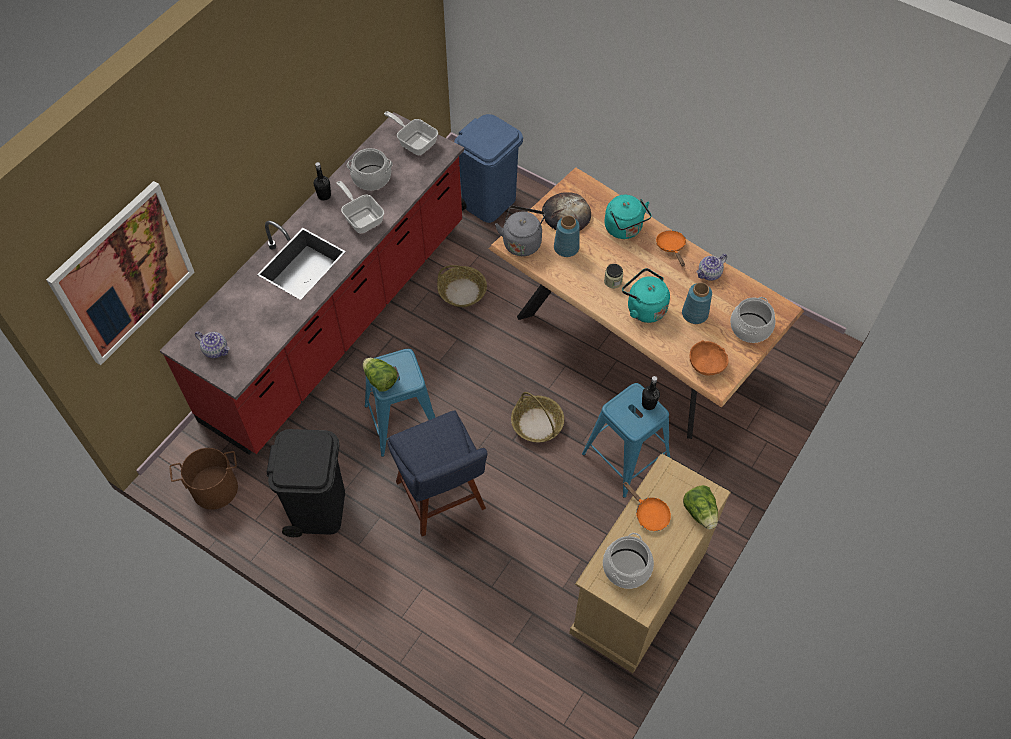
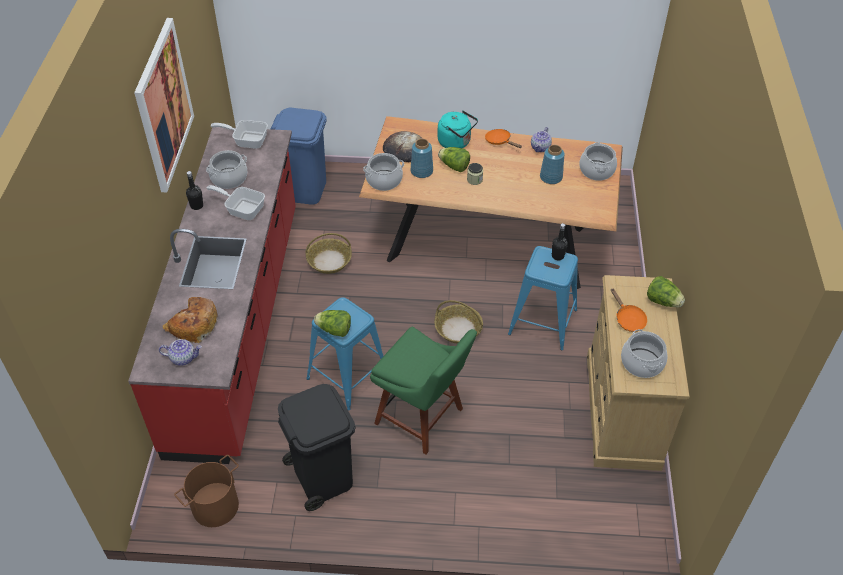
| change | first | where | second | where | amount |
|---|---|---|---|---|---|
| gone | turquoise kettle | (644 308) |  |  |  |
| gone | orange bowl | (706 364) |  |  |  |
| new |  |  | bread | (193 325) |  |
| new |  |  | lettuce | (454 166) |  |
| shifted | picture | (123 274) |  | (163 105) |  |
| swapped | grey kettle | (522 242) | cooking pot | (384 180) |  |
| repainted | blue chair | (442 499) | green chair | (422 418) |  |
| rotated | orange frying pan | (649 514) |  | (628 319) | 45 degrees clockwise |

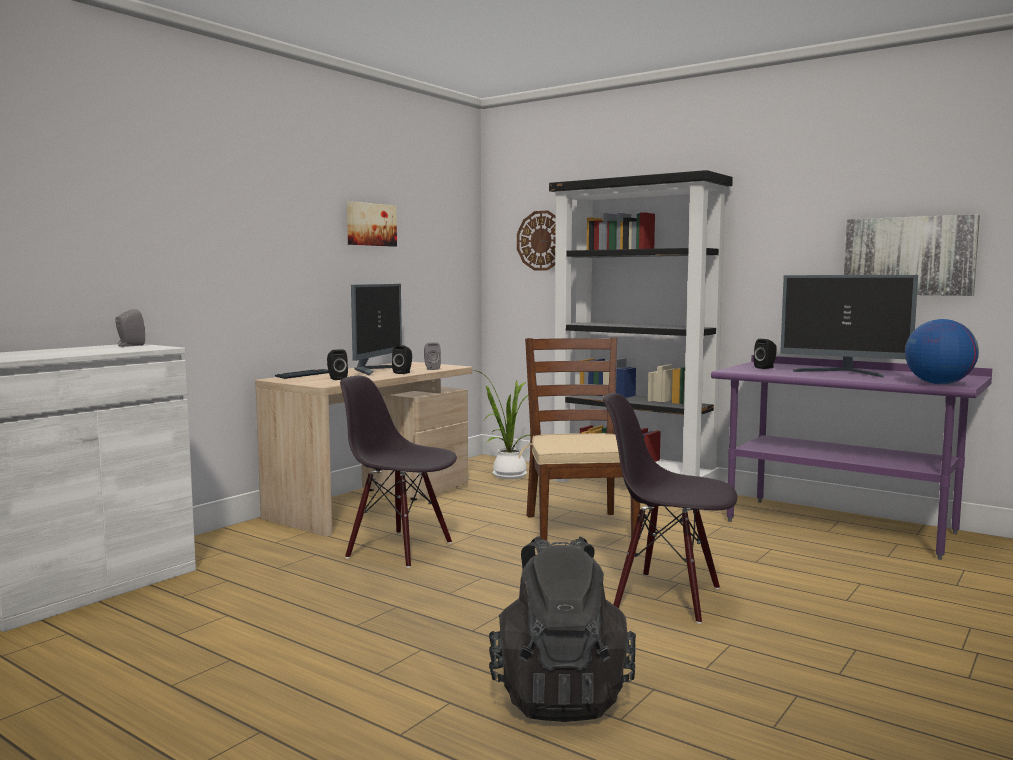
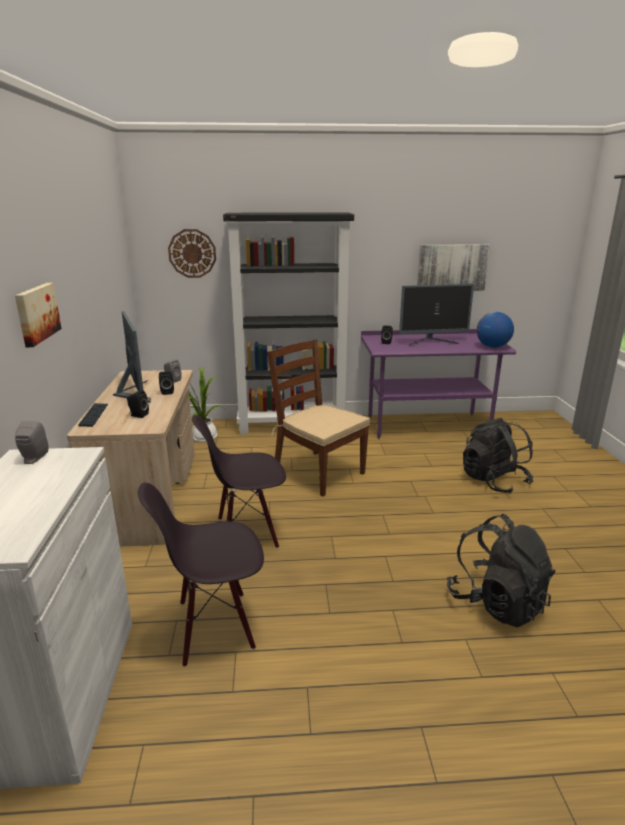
| change | first | where | second | where | amount |
|---|---|---|---|---|---|
| new |  |  | black backpack | (493 481) |  |
| shifted | picture | (370 224) |  | (36 313) |  |
| shifted | black chair | (667 598) |  | (214 626) |  |

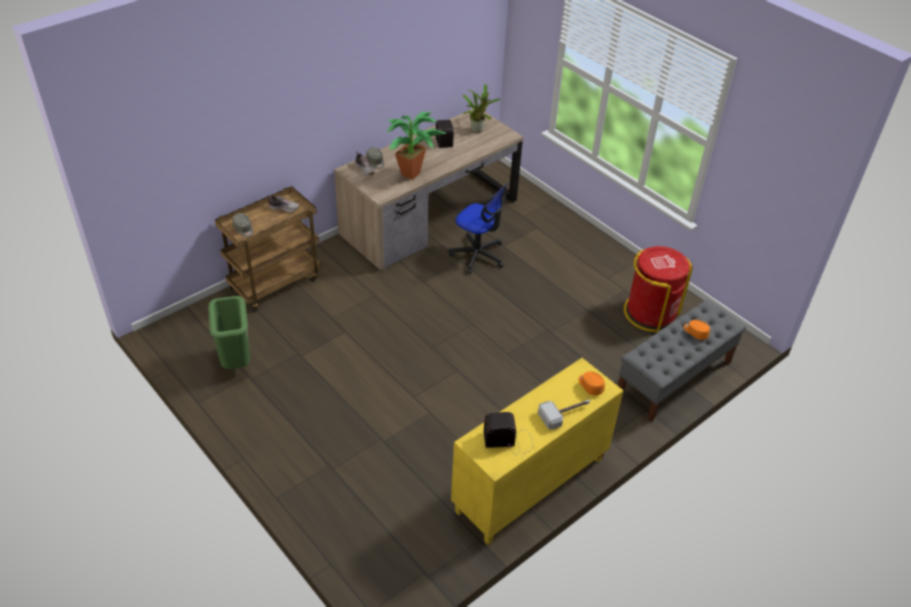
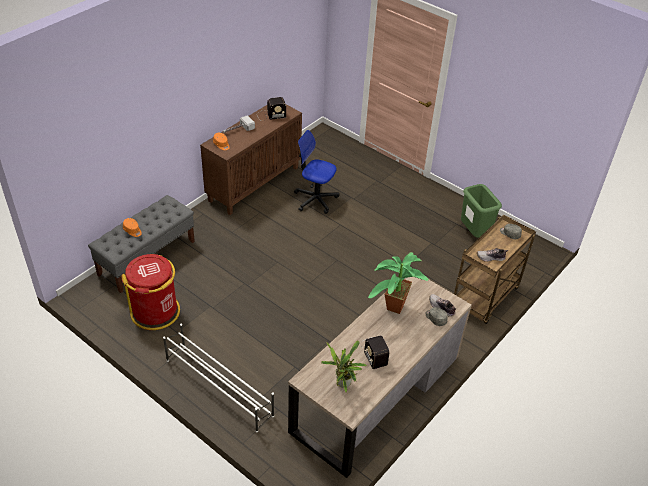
| change | first | where | second | where | amount |
|---|---|---|---|---|---|
| new |  |  | white shoe rack | (218 387) |  |
| shifted | office chair | (478 255) |  | (315 199) |  |
| repainted | yellow cabinet | (530 486) | brown cabinet | (254 183) |  |

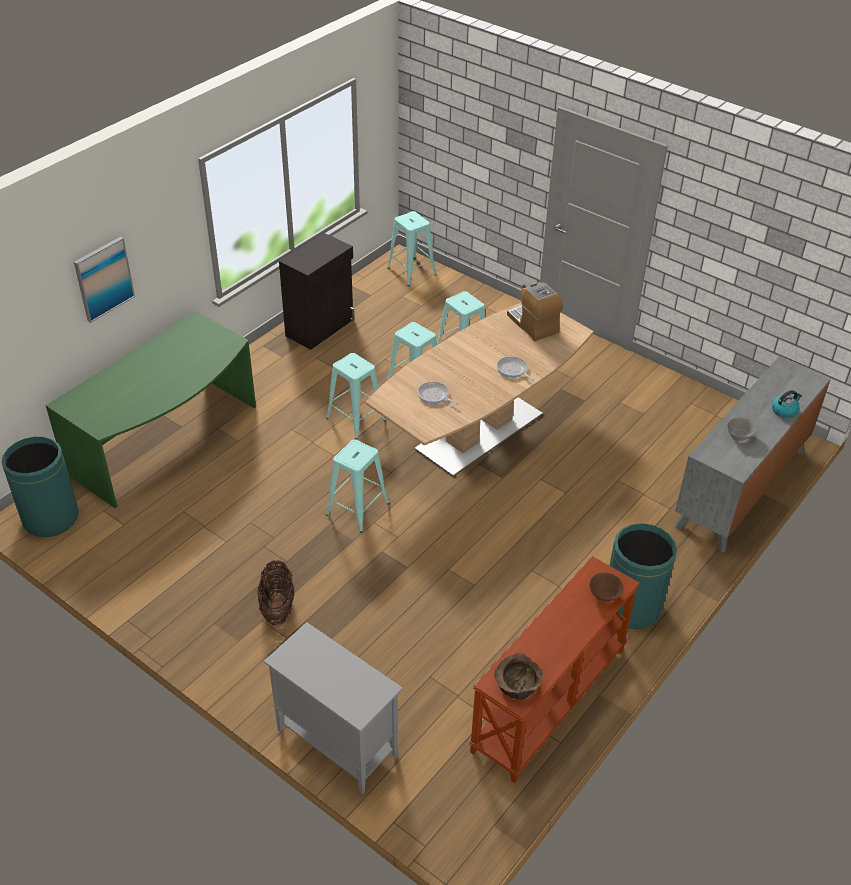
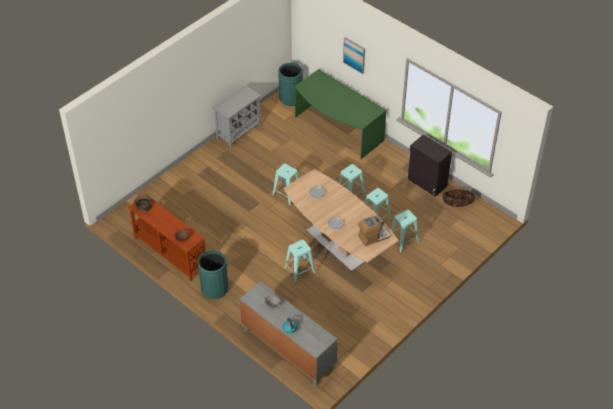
| change | first | where | second | where | amount |
|---|---|---|---|---|---|
| shifted | basket | (277 607) |  | (457 204) |  |
| shifted | grey cabinet | (336 742) |  | (239 132) |  |
| shifted | turquoise stool | (411 271) |  | (299 271) |  |

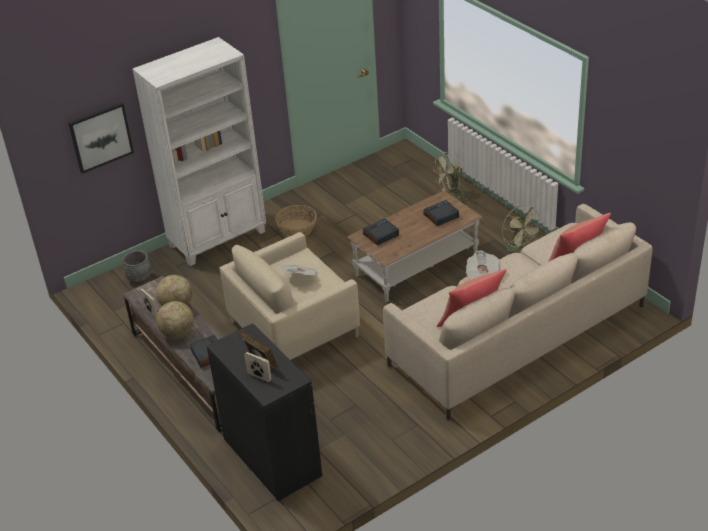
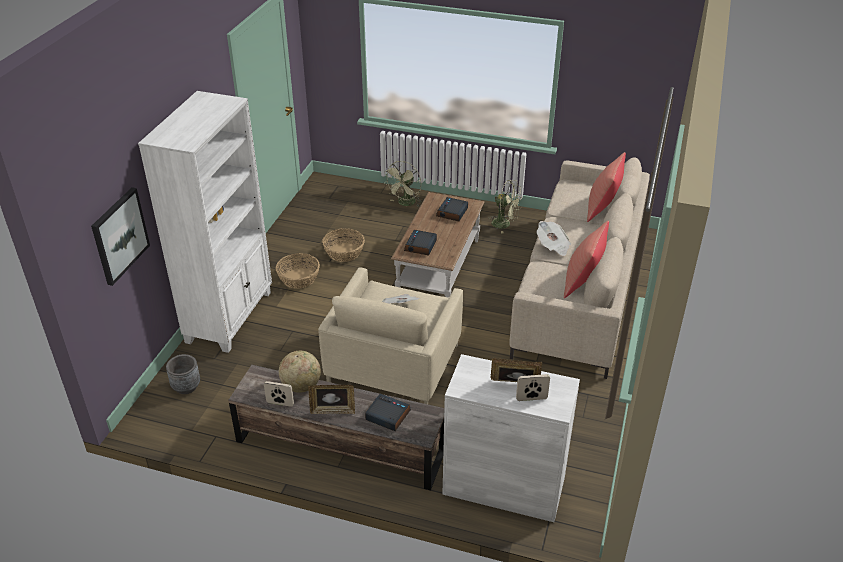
| change | first | where | second | where | amount |
|---|---|---|---|---|---|
| new |  |  | basket | (344 252) |  |
| swapped | globe | (178 333) | picture frame | (333 410) |  |
| repainted | black cabinet | (272 457) | white cabinet | (504 486) |  |

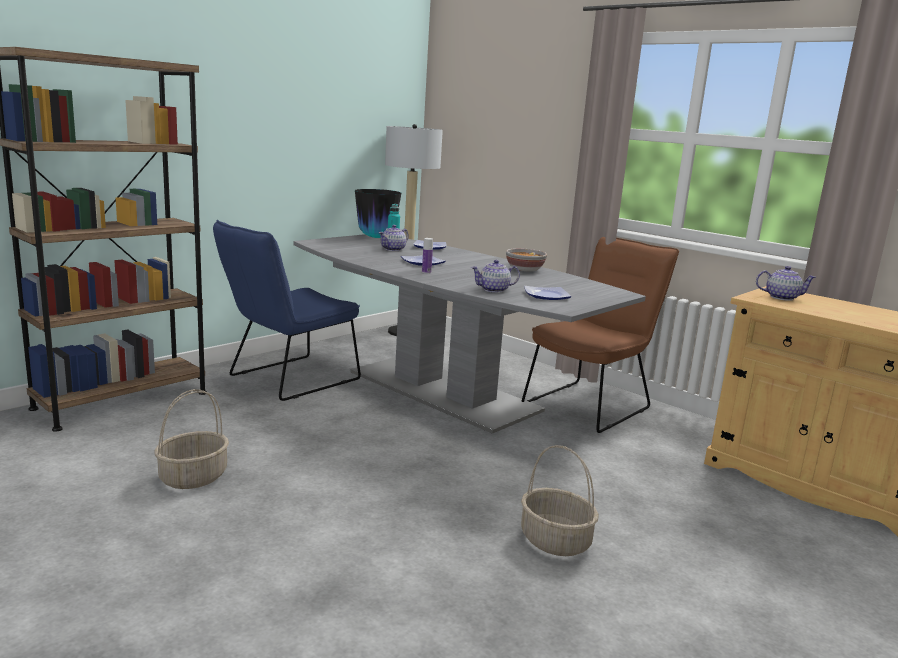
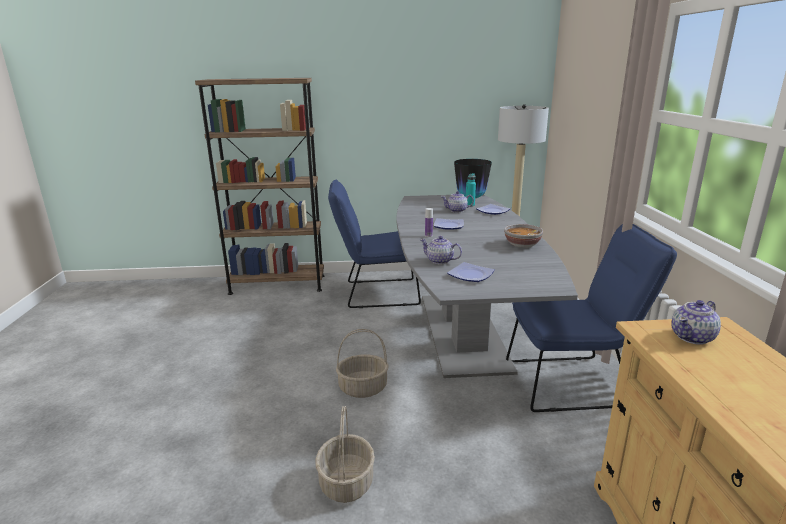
| change | first | where | second | where | amount |
|---|---|---|---|---|---|
| shifted | basket | (193 477) |  | (363 388) |  |
| repainted | brown chair | (591 404) | blue chair | (573 383) |  |
| rotated | teapot | (781 297) |  | (693 337) | 90 degrees clockwise |

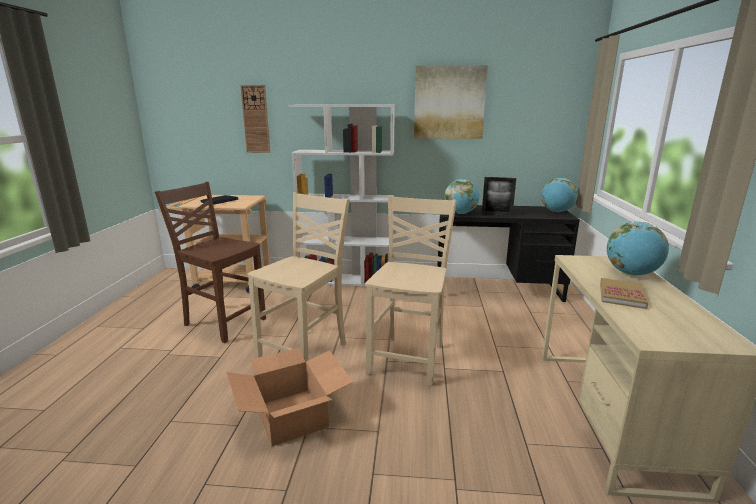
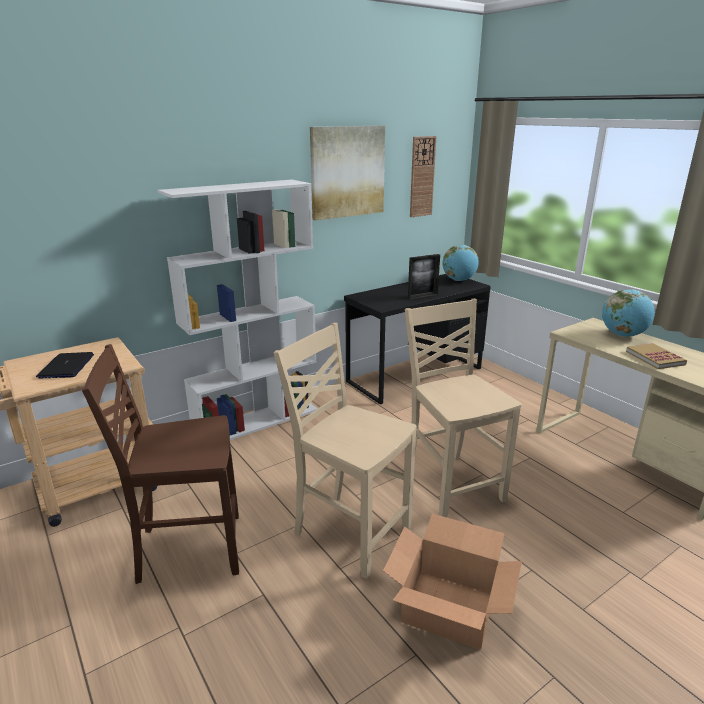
| change | first | where | second | where | amount |
|---|---|---|---|---|---|
| gone | globe | (460 213) |  |  |  |
| shifted | wall clock | (256 119) |  | (422 177) |  |
| rotated | beige chair | (305 352) |  | (350 531) | 45 degrees counterclockwise |

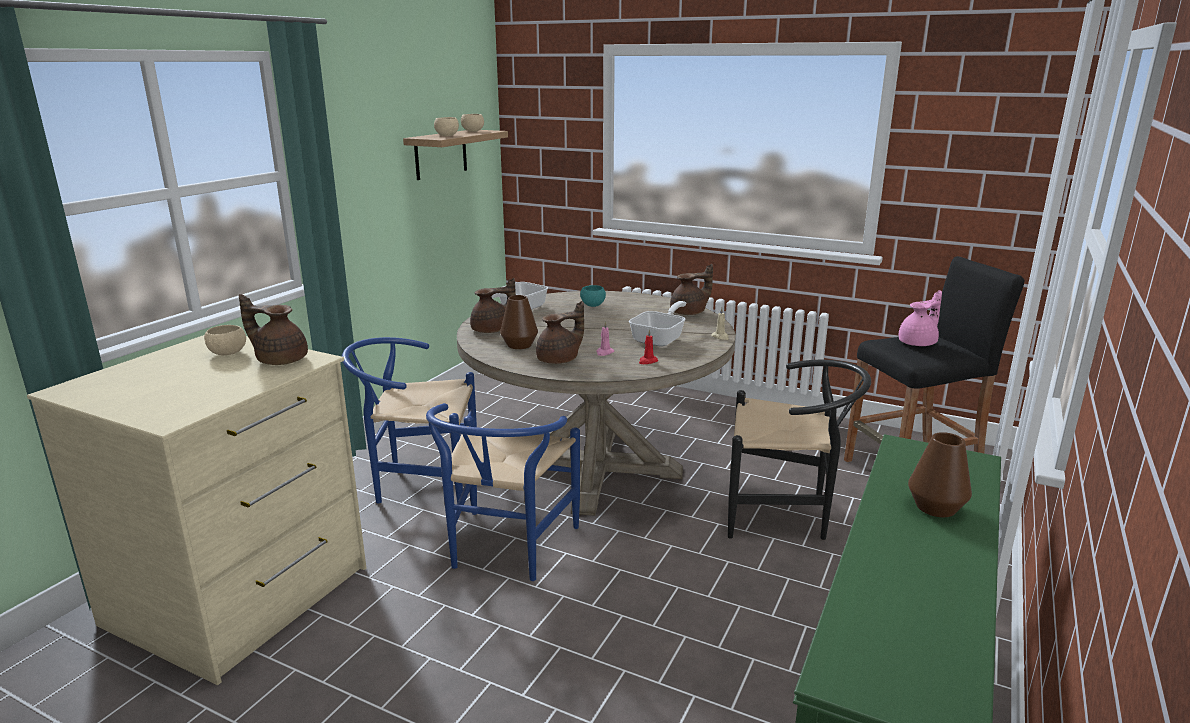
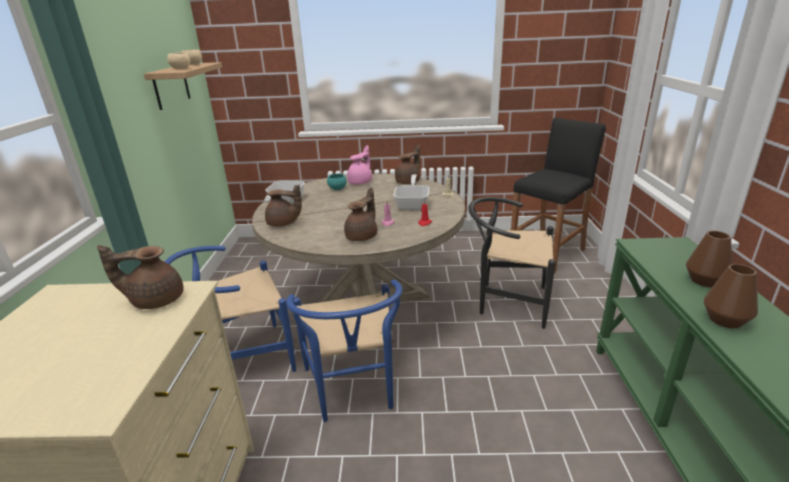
| change | first | where | second | where | amount |
|---|---|---|---|---|---|
| gone | beige bowl | (228 353) |  |  |  |
| shifted | brown vase | (519 345) |  | (725 320) |  |
| shifted | pink teapot | (918 343) |  | (361 182) |  |
| rotated | brown teapot | (492 330) |  | (283 224) | 60 degrees clockwise |
| rotated | black chair | (785 513) |  | (506 302) | 150 degrees counterclockwise |

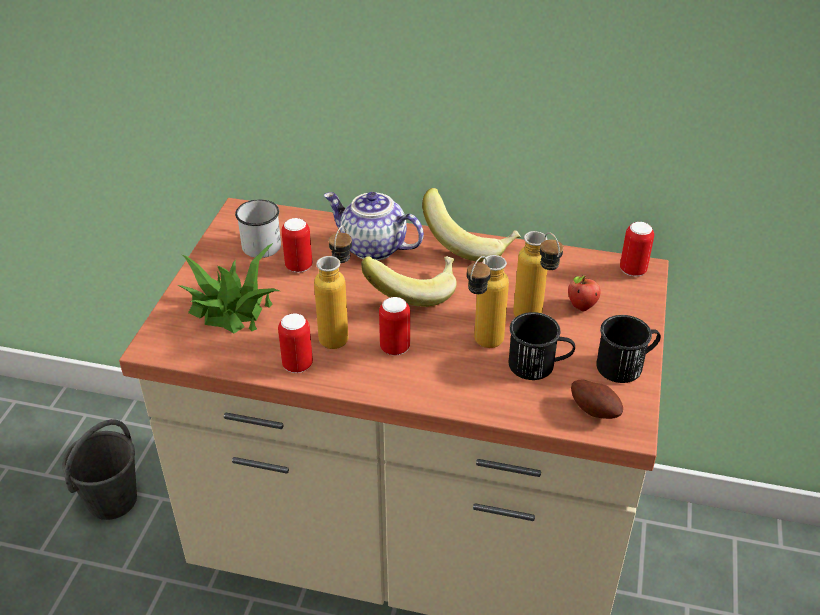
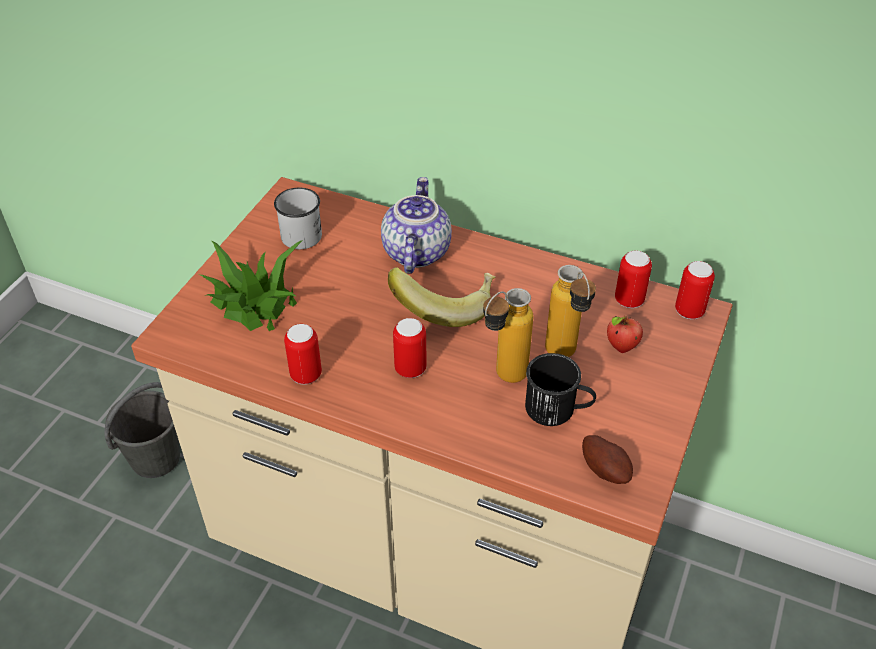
| change | first | where | second | where | amount |
|---|---|---|---|---|---|
| gone | bottle | (339 332) |  |  |  |
| gone | banana | (470 243) |  |  |  |
| gone | black mug | (626 365) |  |  |  |
| shifted | can | (299 266) |  | (629 300) |  |
| rotated | teapot | (372 248) |  | (414 252) | 60 degrees clockwise |

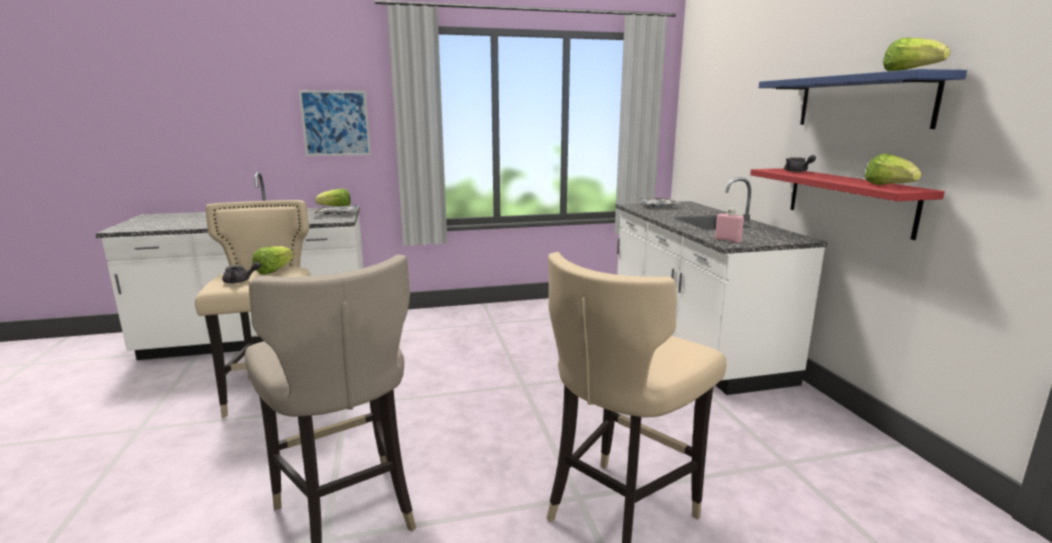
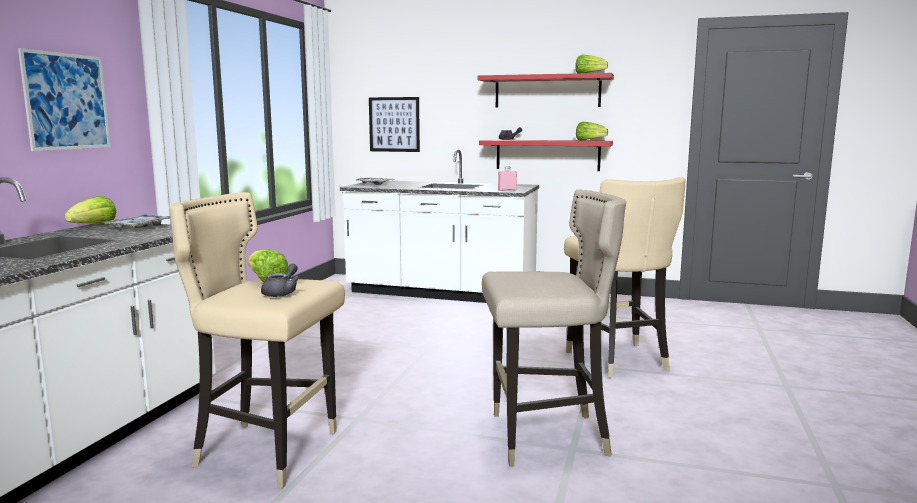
| change | first | where | second | where | amount |
|---|---|---|---|---|---|
| new |  |  | picture | (394 124) |  |
| repainted | blue shelf | (863 102) | red shelf | (547 91) |  |

